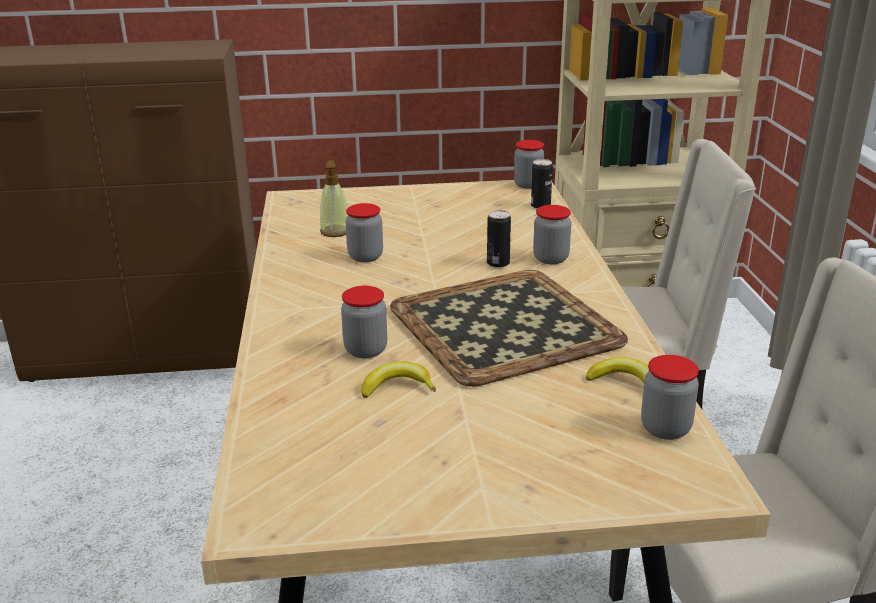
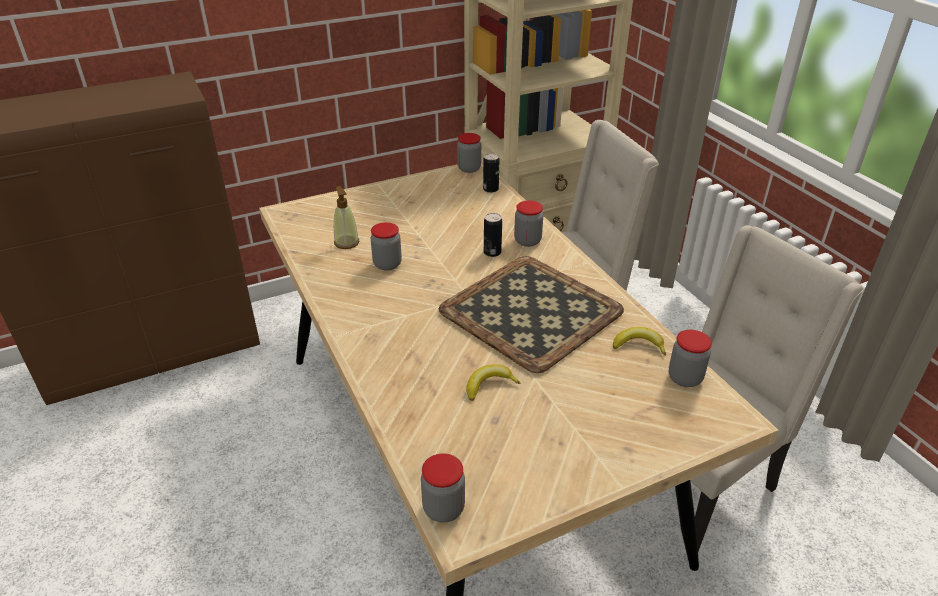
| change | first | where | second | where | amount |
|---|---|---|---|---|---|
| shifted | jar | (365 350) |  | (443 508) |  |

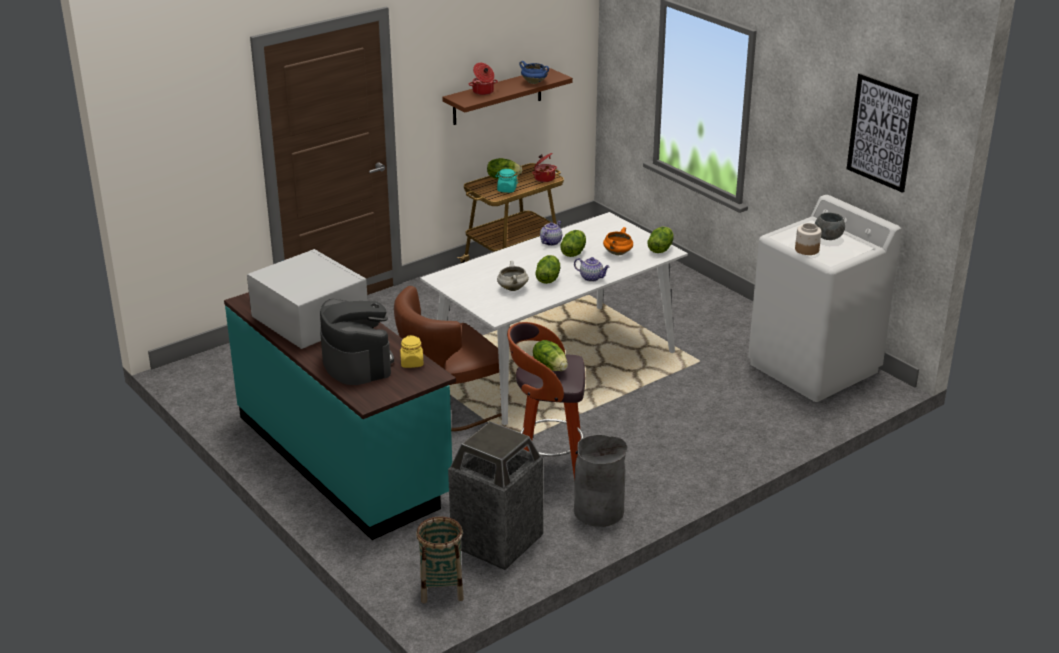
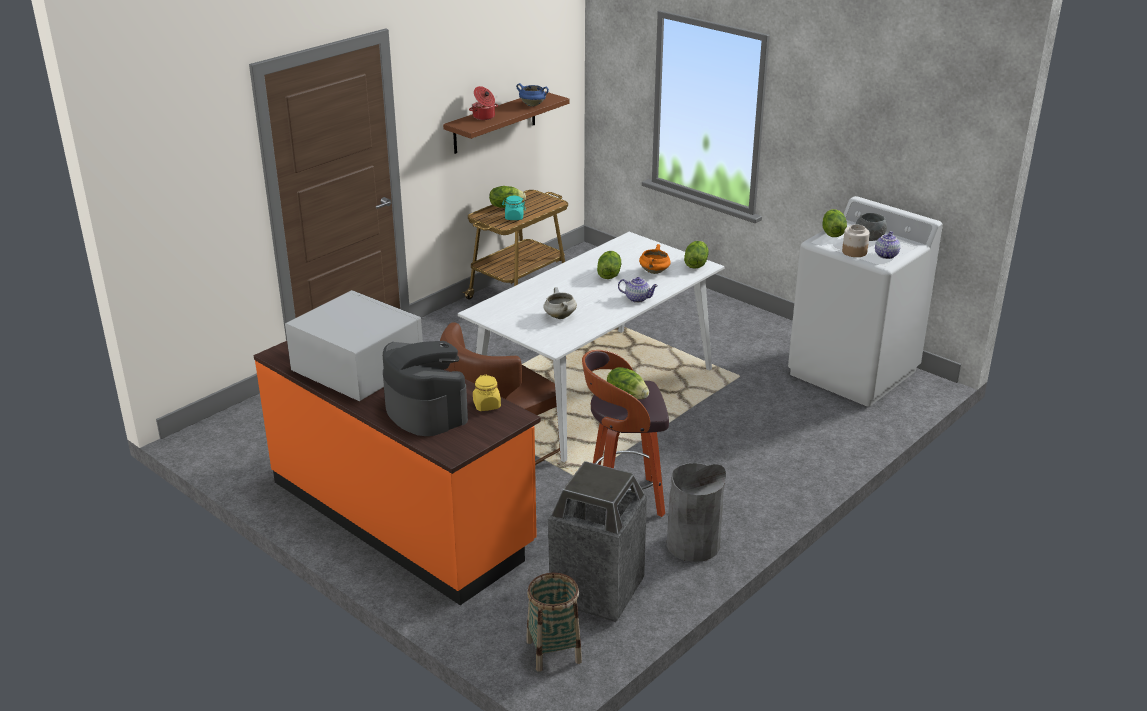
| change | first | where | second | where | amount |
|---|---|---|---|---|---|
| gone | cooking pot | (544 178) |  |  |  |
| gone | picture | (882 132) |  |  |  |
| shifted | lettuce | (547 279) |  | (832 233) |  |
| shifted | teapot | (550 242) |  | (885 255) |  |
| repainted | turquoise counter | (344 457) | orange counter | (402 515) |  |

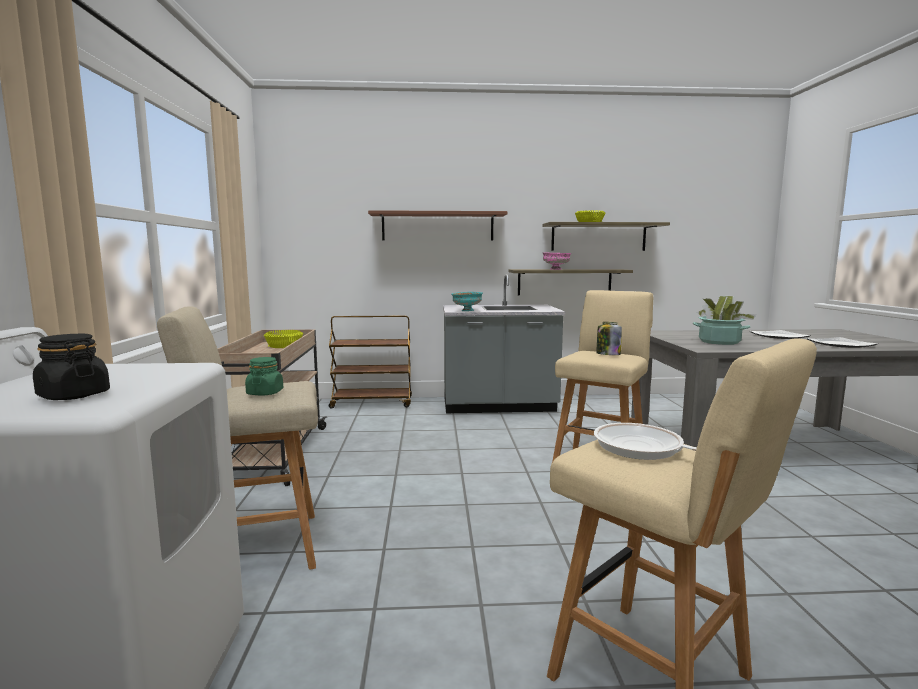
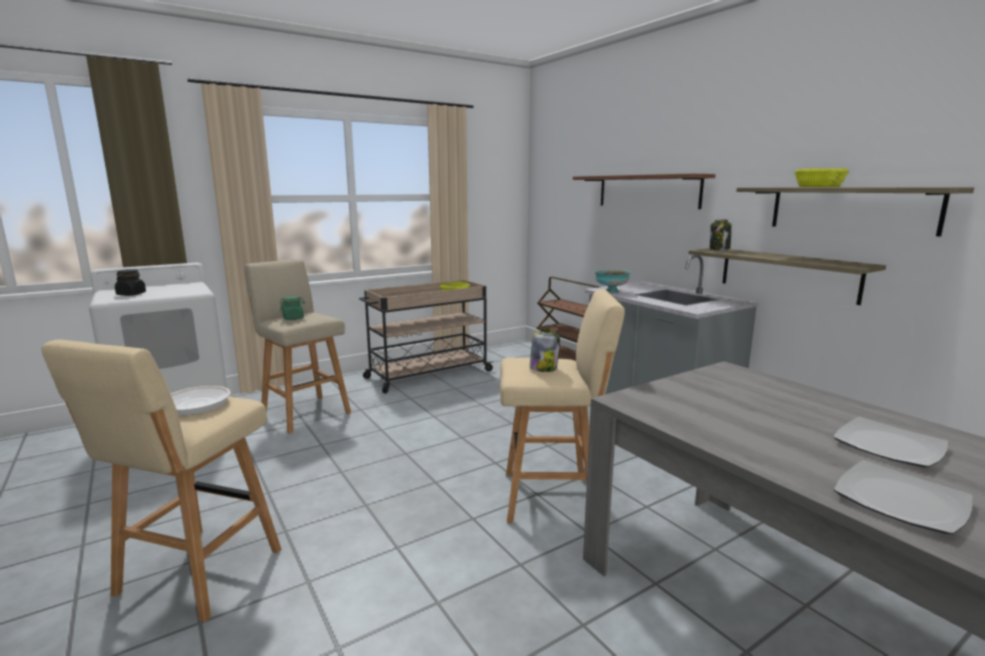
| change | first | where | second | where | amount |
|---|---|---|---|---|---|
| gone | pink bowl | (556 269) |  |  |  |
| gone | potted plant | (719 342) |  |  |  |
| new |  |  | jar | (719 249) |  |

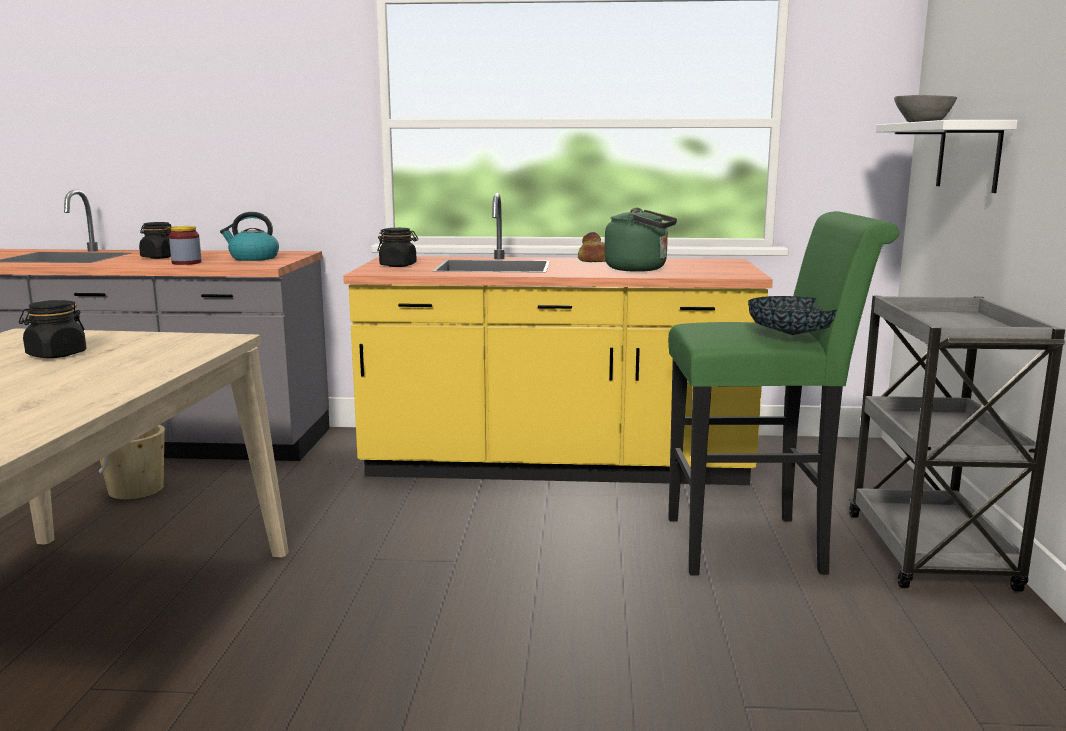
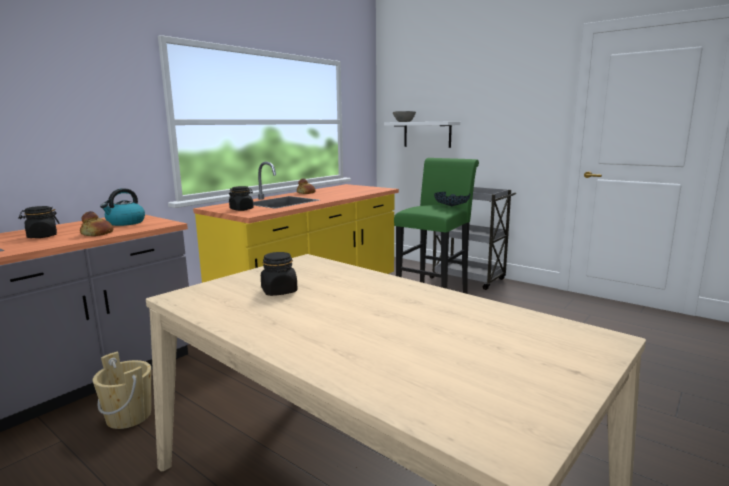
| change | first | where | second | where | amount |
|---|---|---|---|---|---|
| gone | green kettle | (640 269) |  |  |  |
| swapped | jar | (186 263) | bread | (97 233) |  |

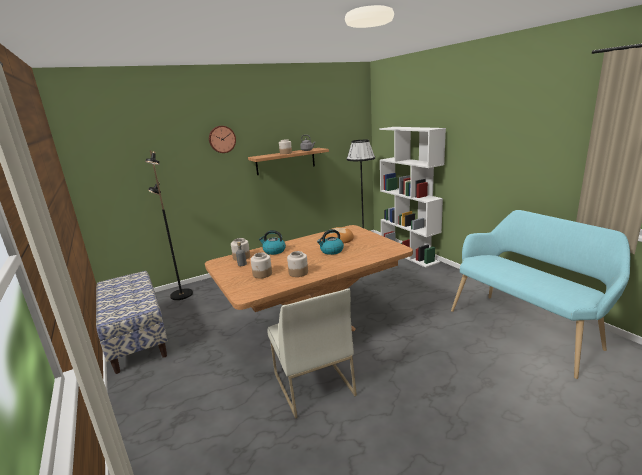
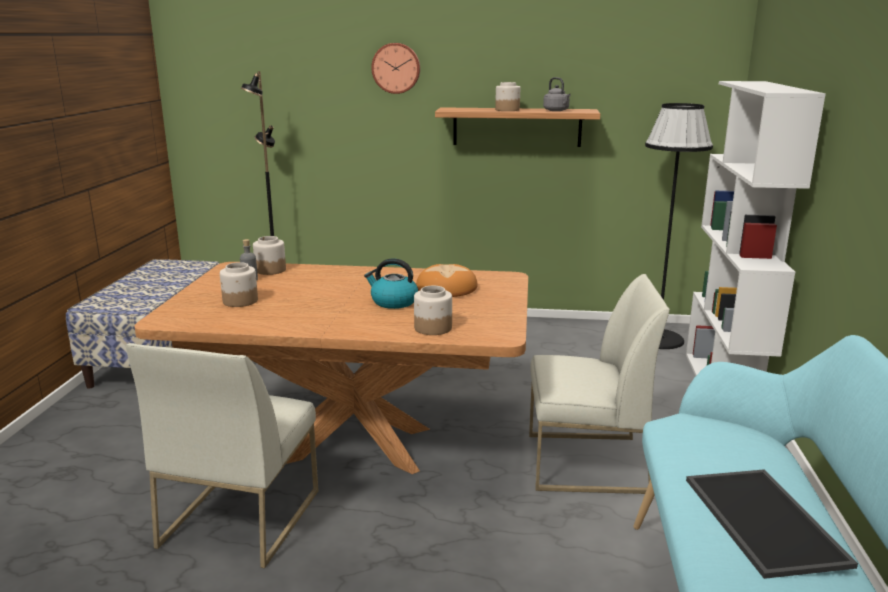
| change | first | where | second | where | amount |
|---|---|---|---|---|---|
| gone | kettle | (274 251) |  |  |  |
| new |  |  | white chair | (585 463) |  |
| new |  |  | tray | (760 519) |  |
| shifted | jar | (298 273) |  | (432 328) |  |

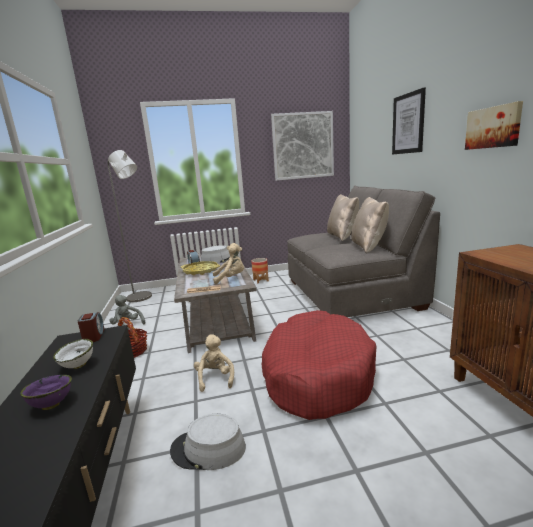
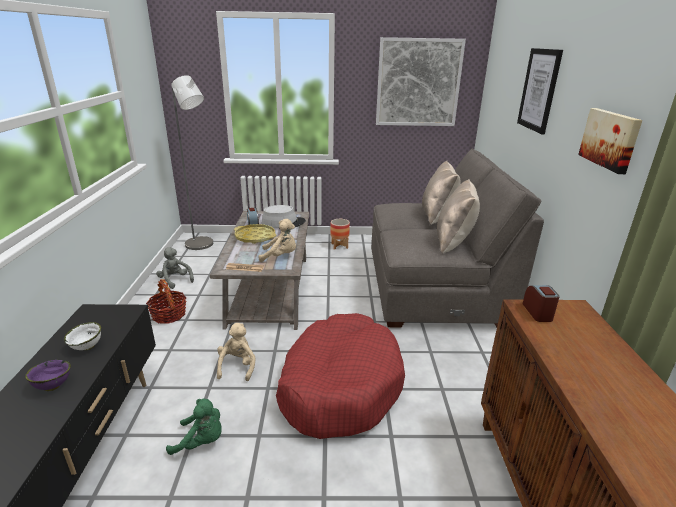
| change | first | where | second | where | amount |
|---|---|---|---|---|---|
| shifted | alarm clock | (94 336) |  | (538 312) |  |
| swapped | grey hat | (208 449) | green plush toy | (201 441) |  |

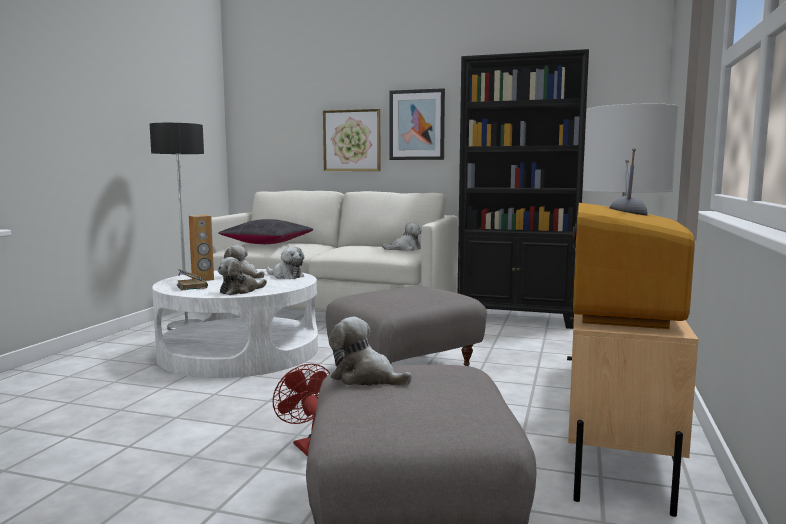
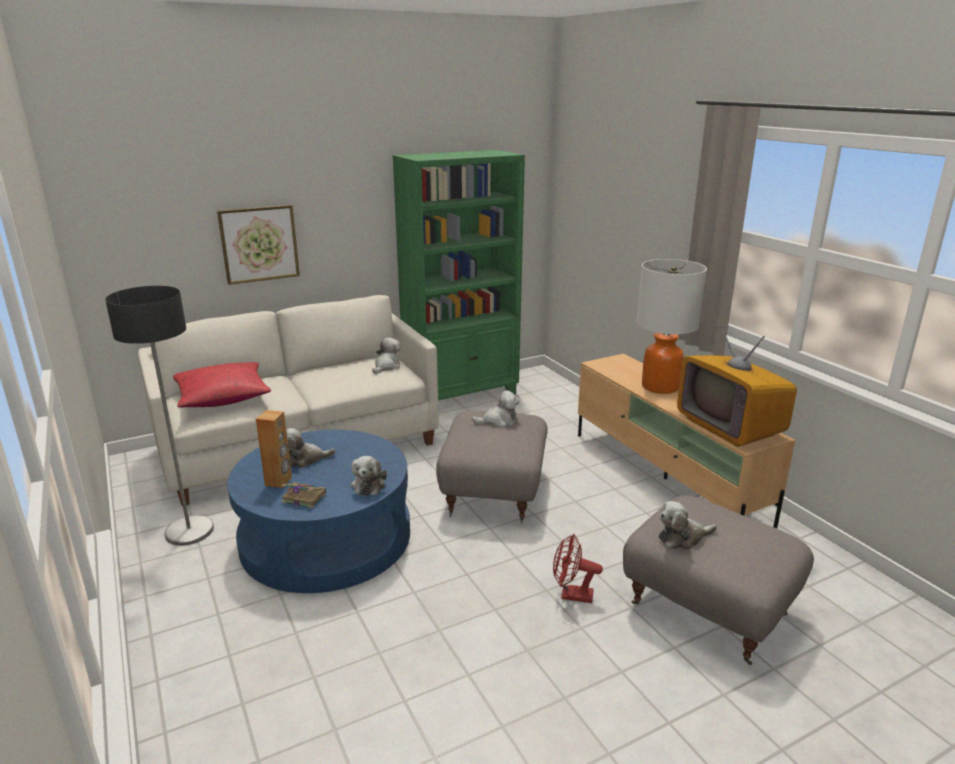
| change | first | where | second | where | amount |
|---|---|---|---|---|---|
| gone | picture | (417 125) |  |  |  |
| shifted | plush toy | (286 276) |  | (498 421) |  |
| repainted | white coffee table | (240 351) | blue coffee table | (326 536) |  |
| repainted | black pillow | (267 243) | red pillow | (223 397) |  |
| repainted | black bookcase | (518 318) | green bookcase | (462 395) |  |

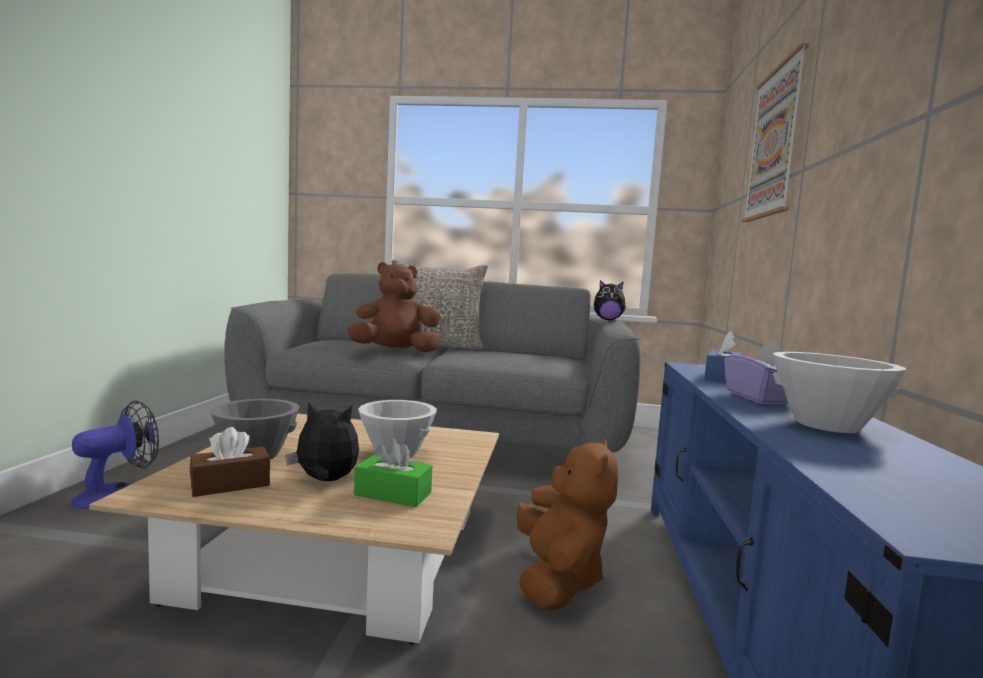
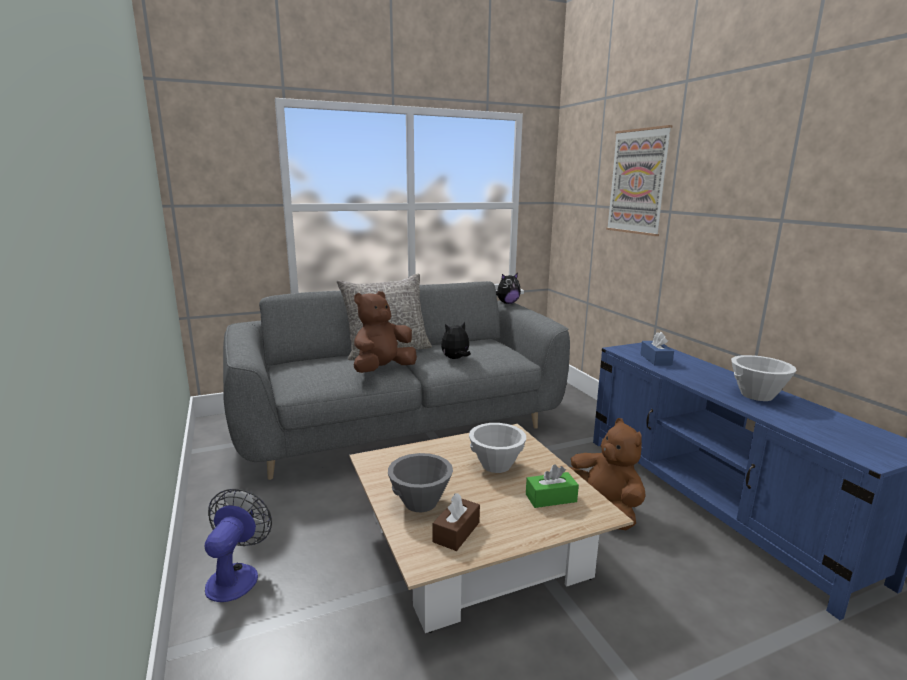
| change | first | where | second | where | amount |
|---|---|---|---|---|---|
| gone | purple tissue box | (759 398) |  |  |  |
| shifted | plush toy | (325 481) |  | (455 359) |  |

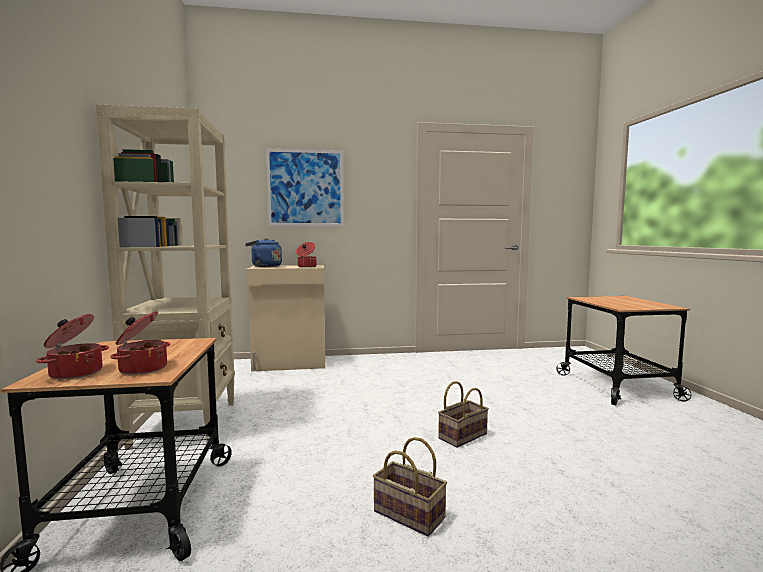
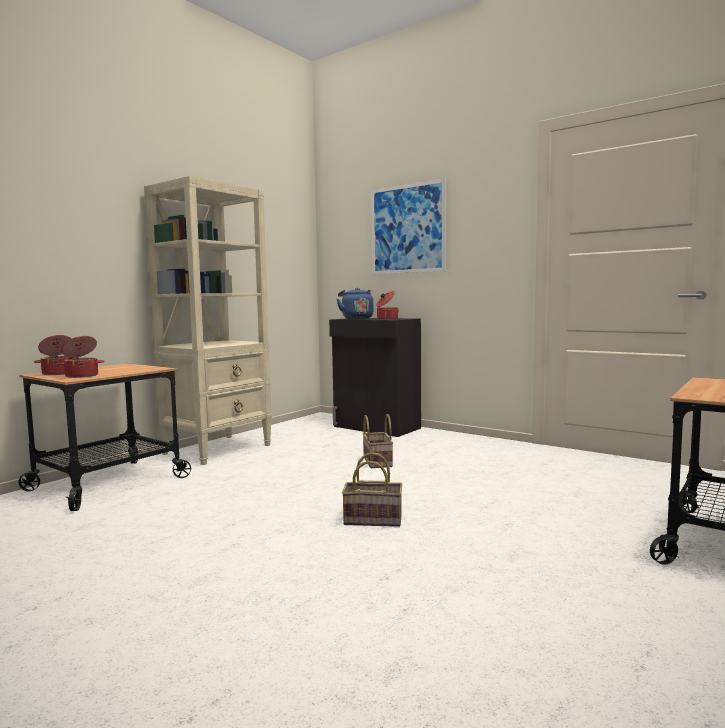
| change | first | where | second | where | amount |
|---|---|---|---|---|---|
| shifted | basket | (406 514) |  | (376 461) |  |
| repainted | beige cabinet | (290 364) | black cabinet | (376 427) |  |

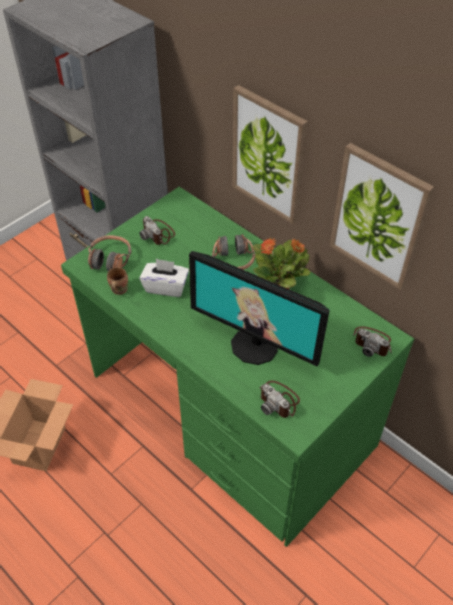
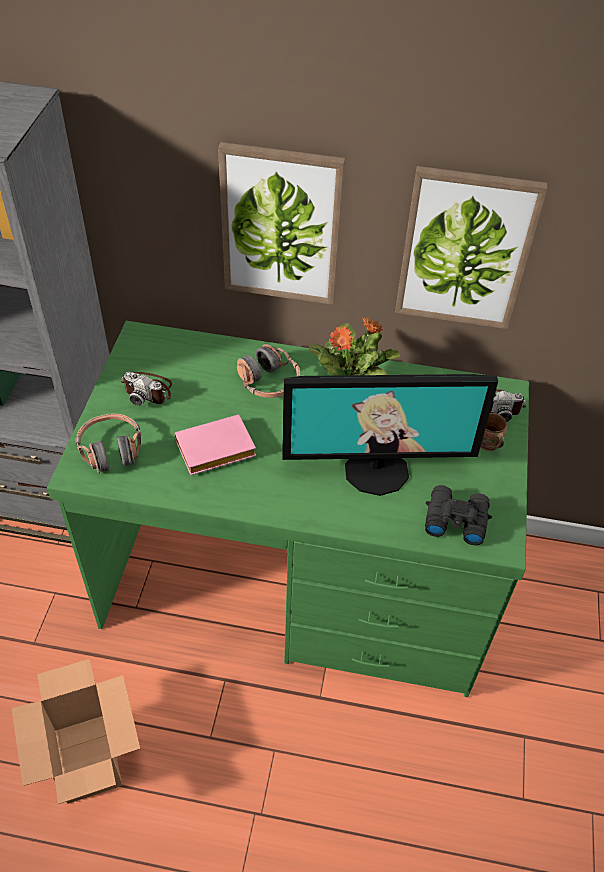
| change | first | where | second | where | amount |
|---|---|---|---|---|---|
| shifted | brown mug | (118 290) |  | (487 445) |  |
| swapped | white tissue box | (166 287) | pink book | (214 451) |  |
| swapped | photo camera | (279 401) | black binoculars | (454 519) |  |

